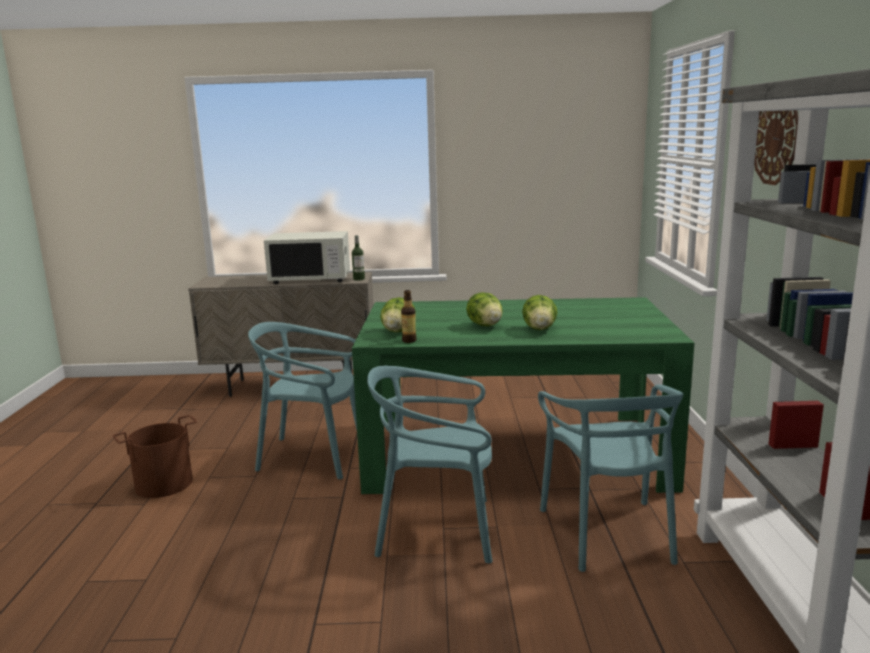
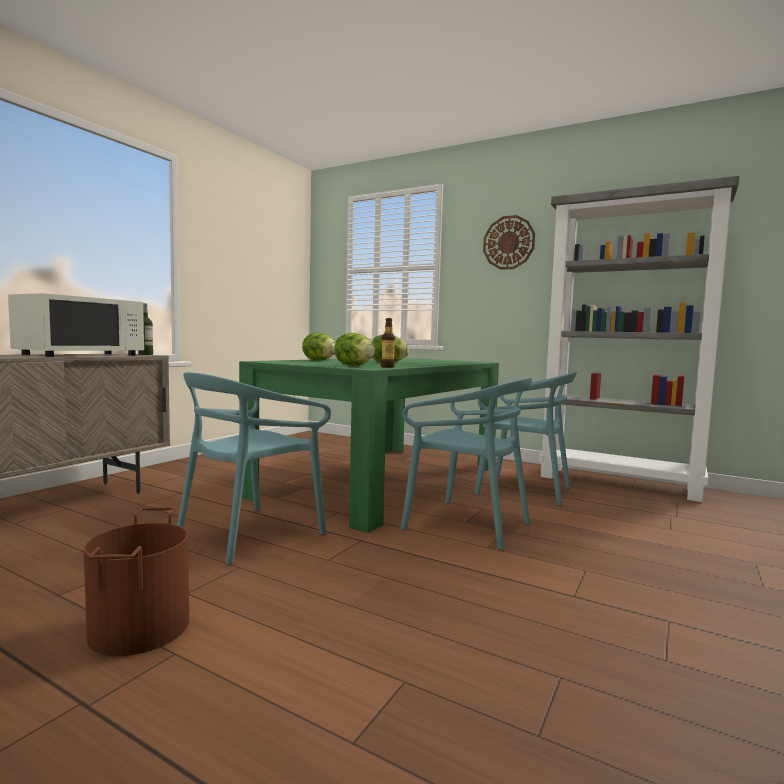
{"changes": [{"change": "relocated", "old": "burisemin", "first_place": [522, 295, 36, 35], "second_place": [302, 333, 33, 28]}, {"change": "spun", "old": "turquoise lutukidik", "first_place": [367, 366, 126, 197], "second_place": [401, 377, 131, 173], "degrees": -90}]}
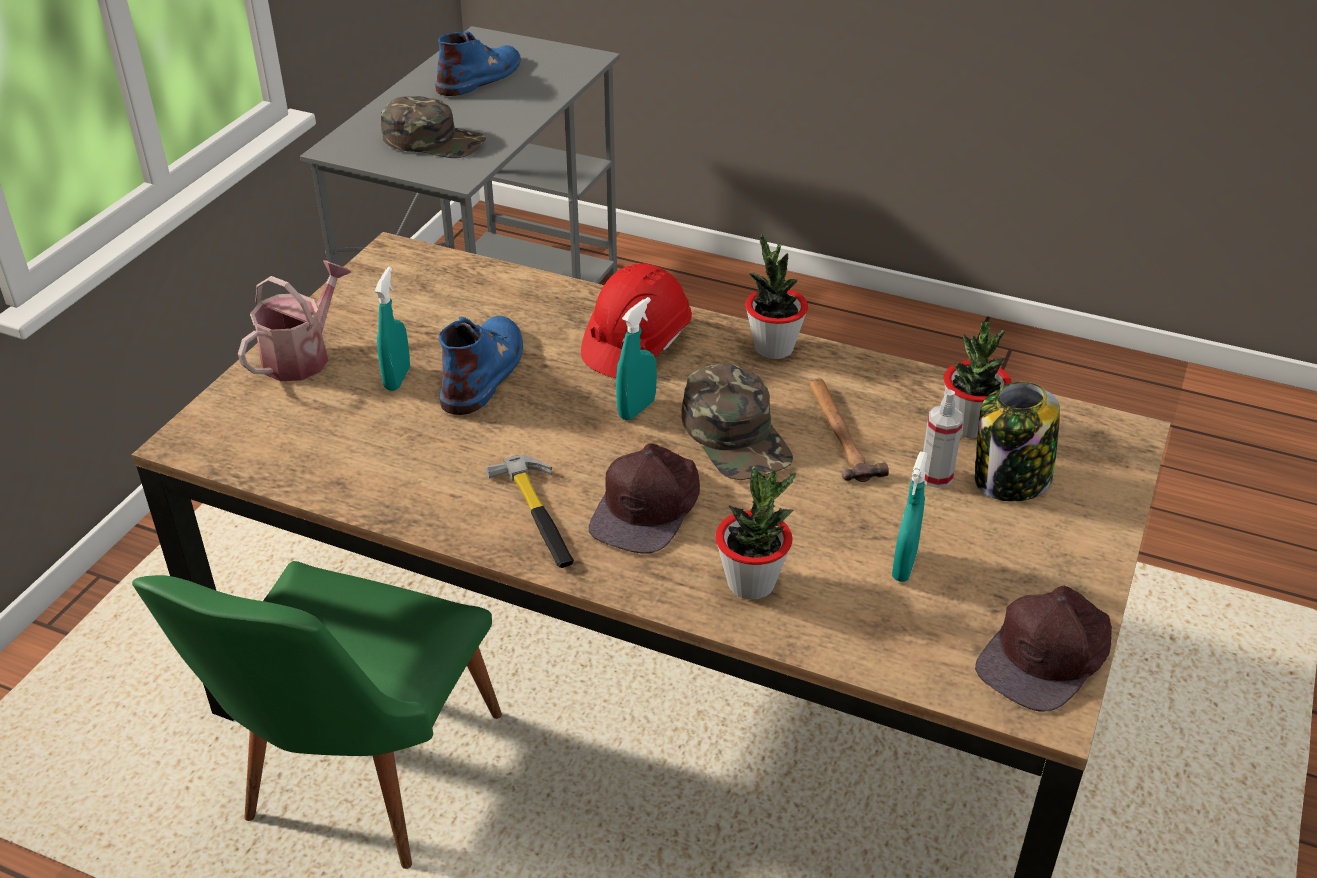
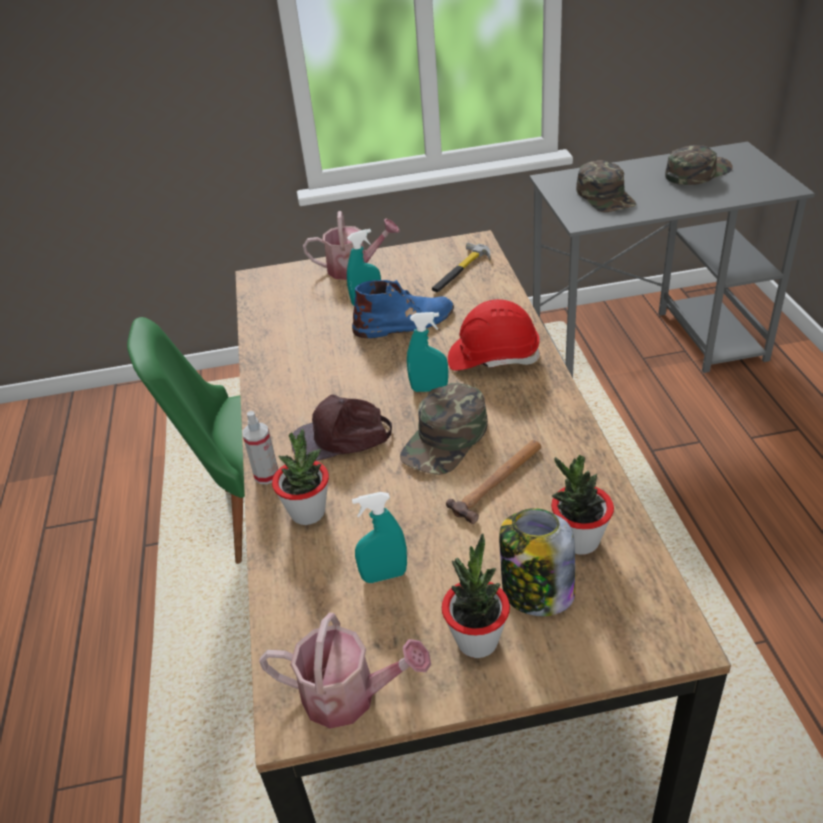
{"changes": [{"change": "relocated", "old": "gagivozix", "first_place": [485, 455, 89, 113], "second_place": [432, 243, 58, 49]}, {"change": "relocated", "old": "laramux", "first_place": [745, 234, 63, 125], "second_place": [442, 533, 68, 125]}, {"change": "relocated", "old": "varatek", "first_place": [923, 390, 40, 98], "second_place": [242, 411, 36, 73]}, {"change": "exchanged", "old": "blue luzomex", "new": "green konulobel", "first_place": [435, 31, 86, 65], "second_place": [665, 145, 68, 40]}, {"change": "exchanged", "old": "brown konulobel", "new": "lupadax", "first_place": [975, 586, 137, 126], "second_place": [259, 613, 172, 115]}]}
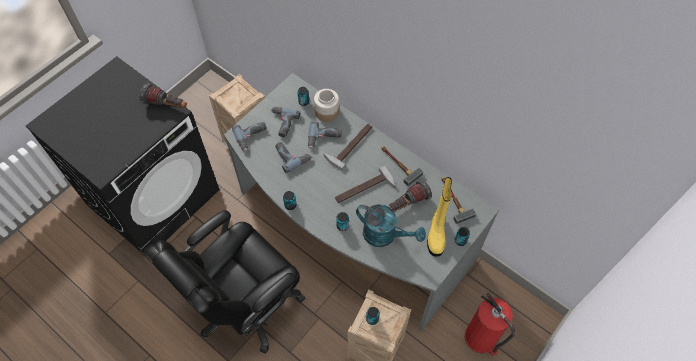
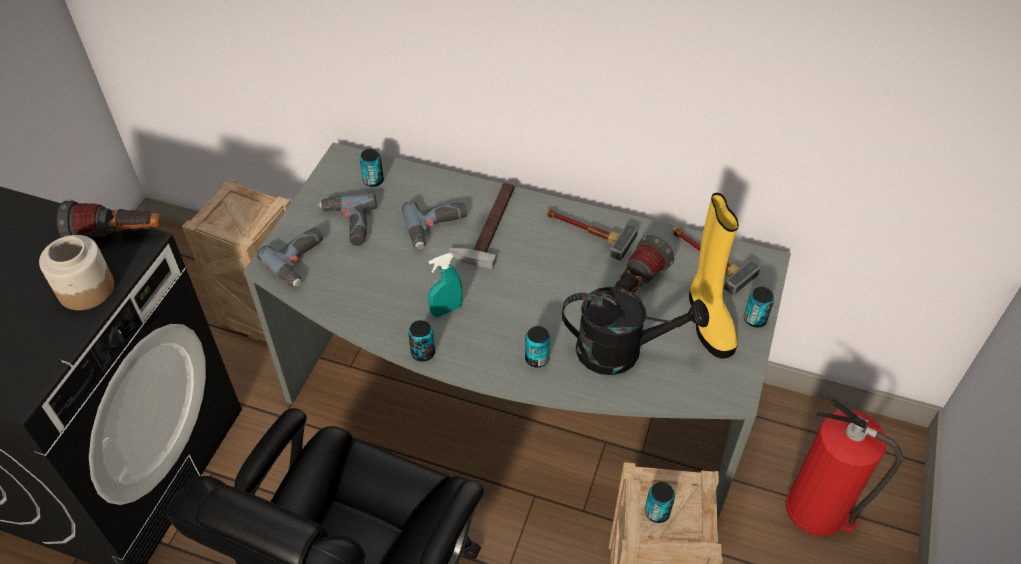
{"changes": [{"change": "missing", "old": "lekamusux", "first_place": [275, 142, 36, 31]}, {"change": "missing", "old": "gagivozix", "first_place": [335, 165, 61, 38]}, {"change": "appeared", "new": "turquoise varatek", "second_place": [428, 253, 34, 64]}, {"change": "relocated", "old": "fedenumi", "first_place": [314, 89, 25, 33], "second_place": [39, 235, 75, 75]}, {"change": "colour", "old": "turquoise lupadax", "new": "black lupadax", "first_place": [356, 204, 70, 43], "second_place": [562, 287, 147, 88]}]}
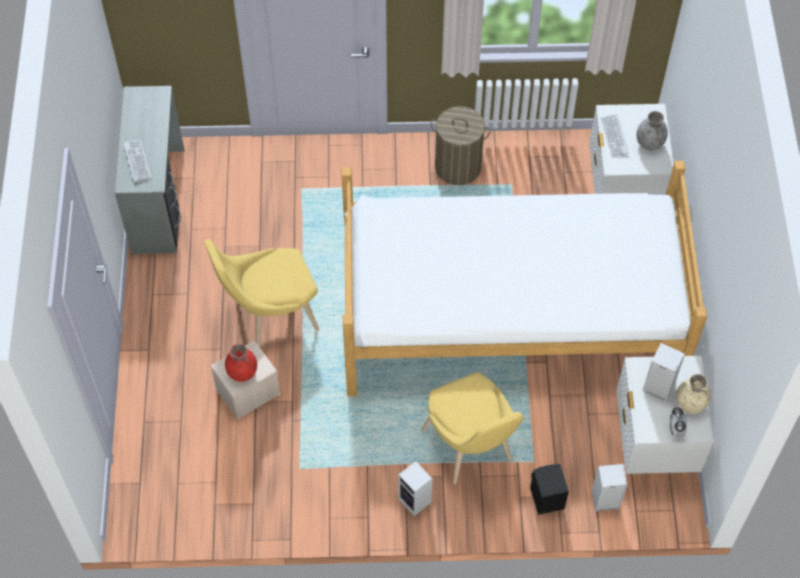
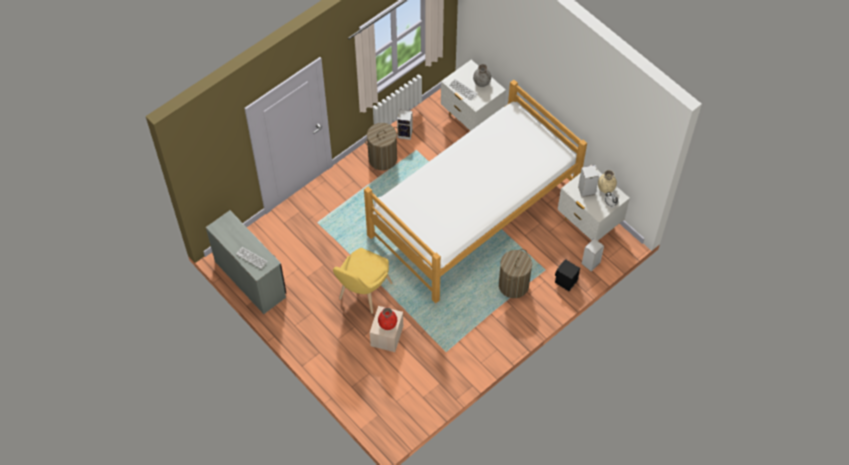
{"changes": [{"change": "relocated", "old": "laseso", "first_place": [398, 461, 34, 55], "second_place": [397, 109, 16, 31]}, {"change": "exchanged", "old": "yellow lutukidik", "new": "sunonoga", "first_place": [422, 372, 102, 112], "second_place": [499, 249, 33, 49]}]}
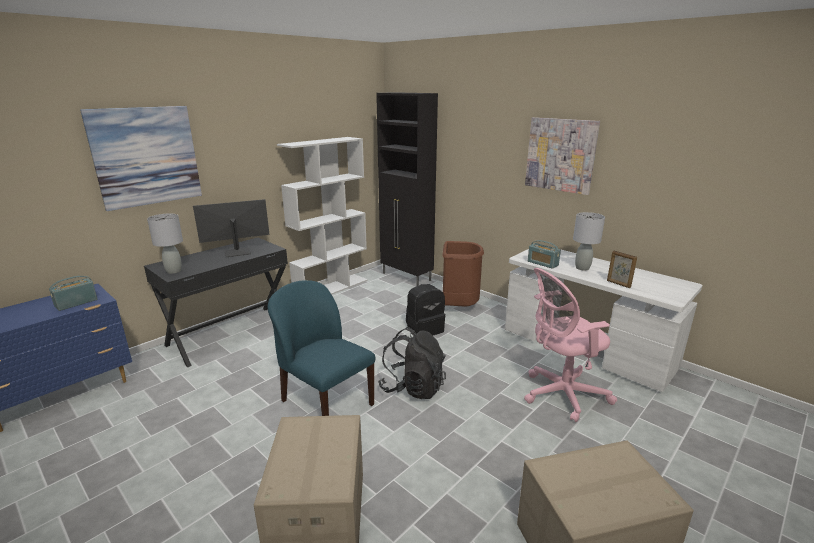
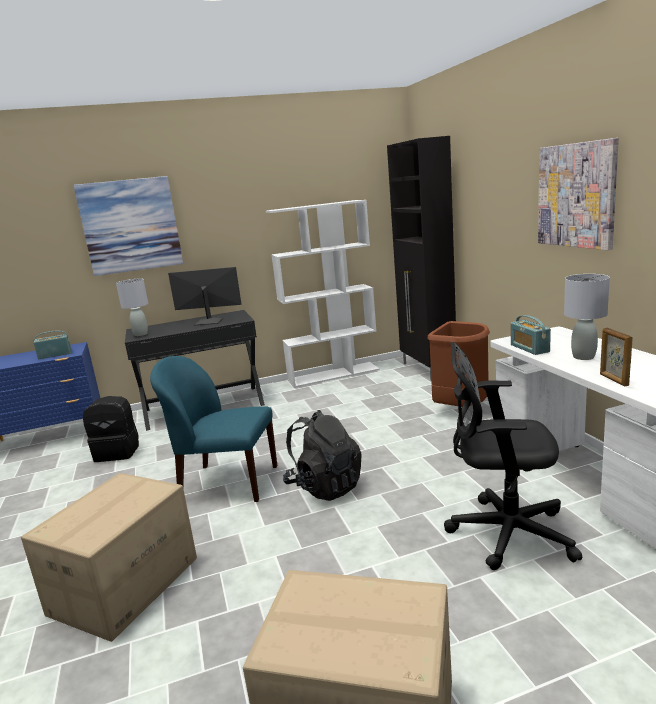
{"changes": [{"change": "relocated", "old": "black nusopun", "first_place": [406, 284, 40, 51], "second_place": [83, 396, 56, 66]}, {"change": "colour", "old": "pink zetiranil", "new": "black zetiranil", "first_place": [524, 268, 93, 154], "second_place": [444, 342, 138, 228]}, {"change": "spun", "old": "blue lutukidik", "first_place": [268, 280, 107, 136], "second_place": [150, 356, 127, 146], "degrees": -60}]}
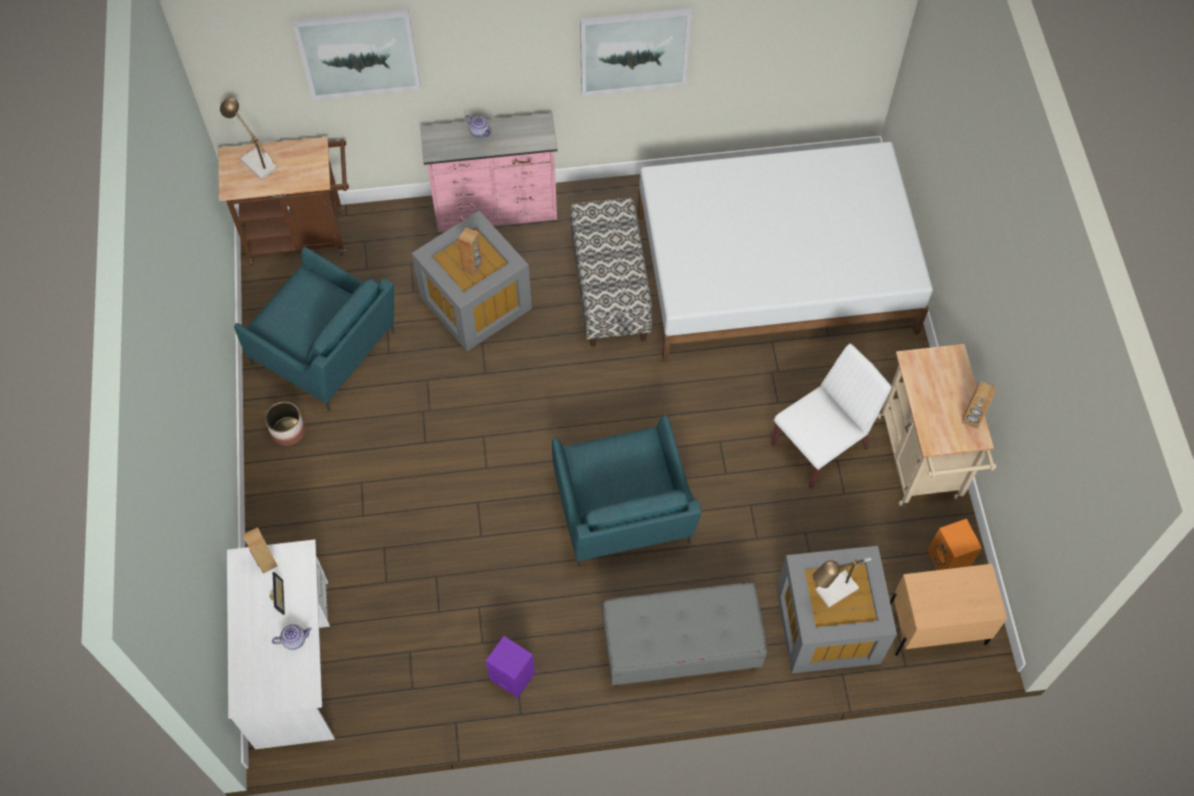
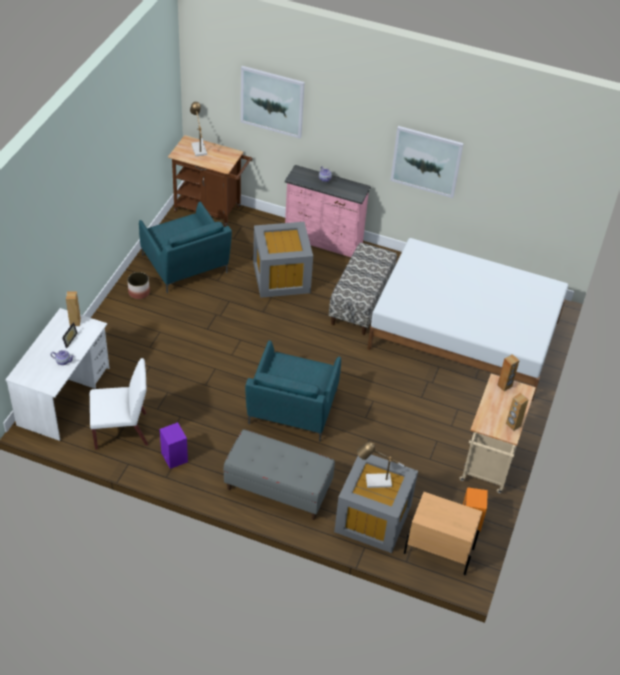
{"changes": [{"change": "relocated", "old": "brown laseso", "first_place": [458, 227, 24, 48], "second_place": [497, 354, 23, 37]}, {"change": "relocated", "old": "white lutukidik", "first_place": [771, 344, 121, 145], "second_place": [90, 358, 58, 92]}]}
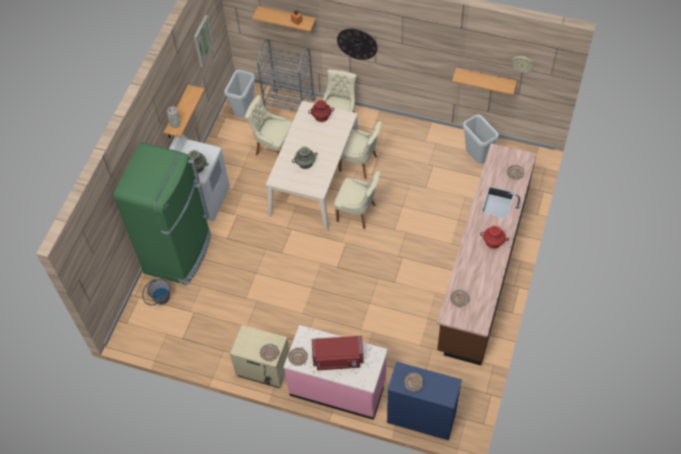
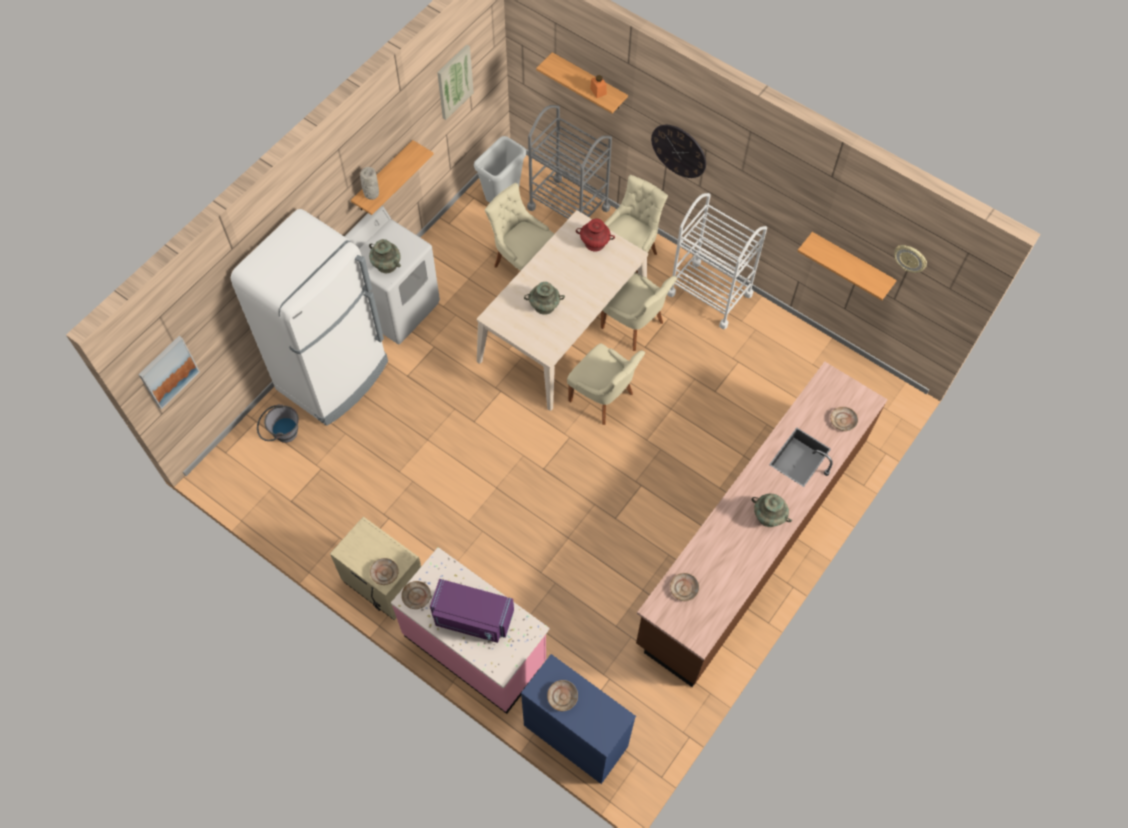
{"changes": [{"change": "missing", "old": "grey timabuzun", "first_place": [463, 114, 36, 49]}, {"change": "appeared", "new": "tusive", "second_place": [138, 336, 62, 74]}, {"change": "appeared", "new": "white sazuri", "second_place": [667, 193, 100, 136]}, {"change": "colour", "old": "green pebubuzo", "new": "white pebubuzo", "first_place": [114, 142, 97, 143], "second_place": [231, 209, 157, 217]}, {"change": "colour", "old": "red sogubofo", "new": "purple sogubofo", "first_place": [312, 336, 51, 34], "second_place": [430, 579, 84, 64]}, {"change": "colour", "old": "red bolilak", "new": "turquoise bolilak", "first_place": [480, 226, 29, 23], "second_place": [752, 493, 40, 34]}]}
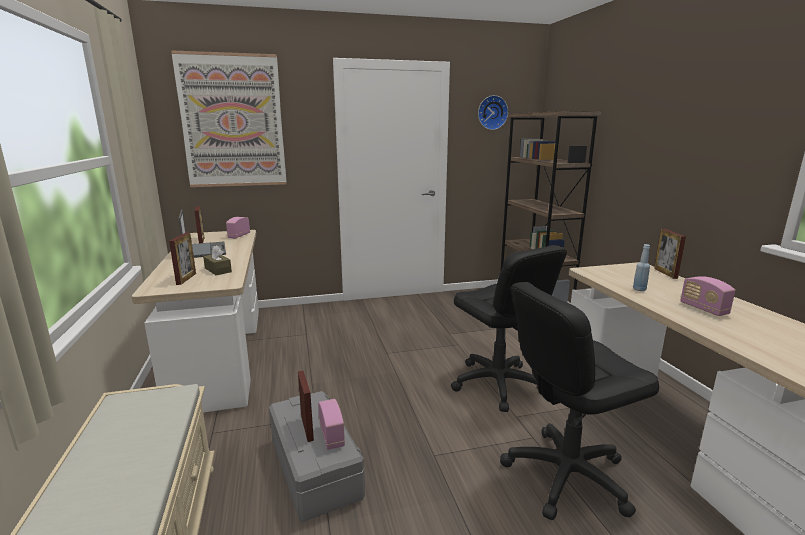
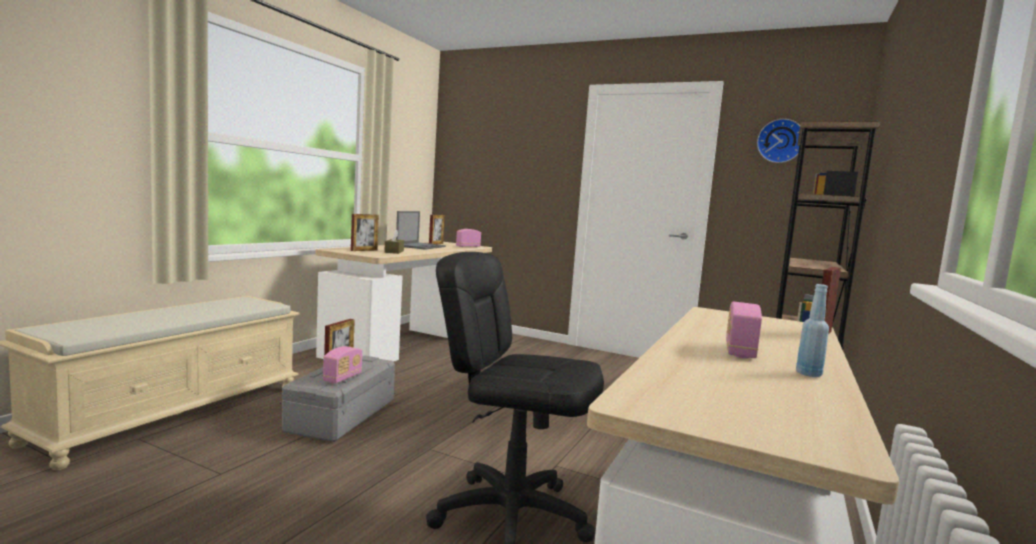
{"changes": [{"change": "missing", "old": "tusive", "first_place": [171, 50, 116, 137]}, {"change": "missing", "old": "black zetiranil", "first_place": [451, 245, 116, 167]}, {"change": "relocated", "old": "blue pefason", "first_place": [633, 244, 17, 47], "second_place": [796, 284, 33, 93]}]}
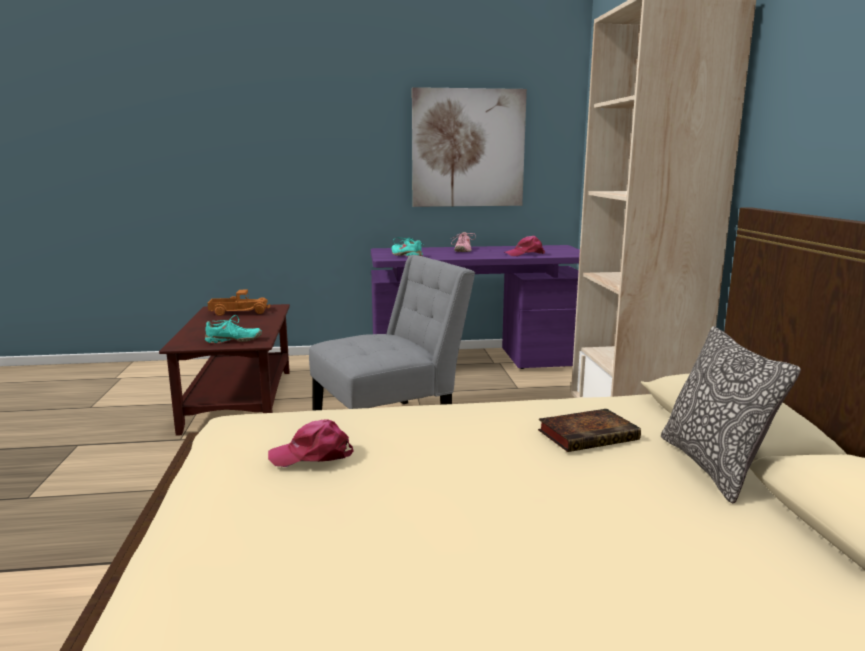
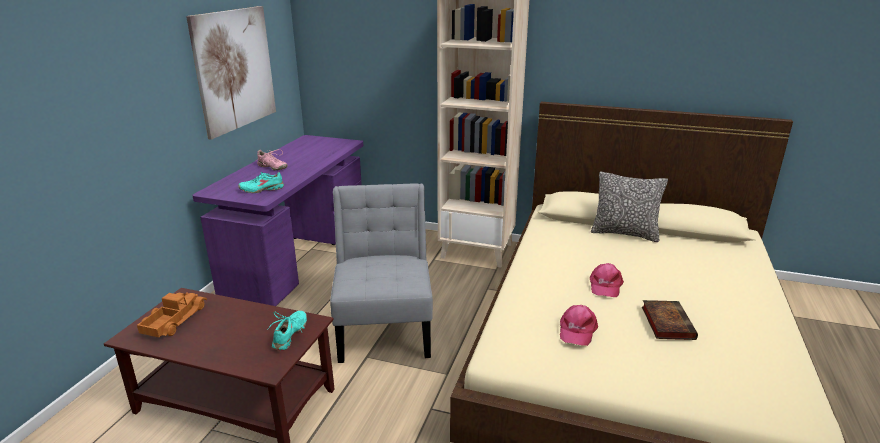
{"changes": [{"change": "relocated", "old": "pink konulobel", "first_place": [504, 236, 41, 20], "second_place": [590, 263, 34, 34]}, {"change": "relocated", "old": "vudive", "first_place": [538, 409, 103, 43], "second_place": [642, 300, 56, 40]}]}
